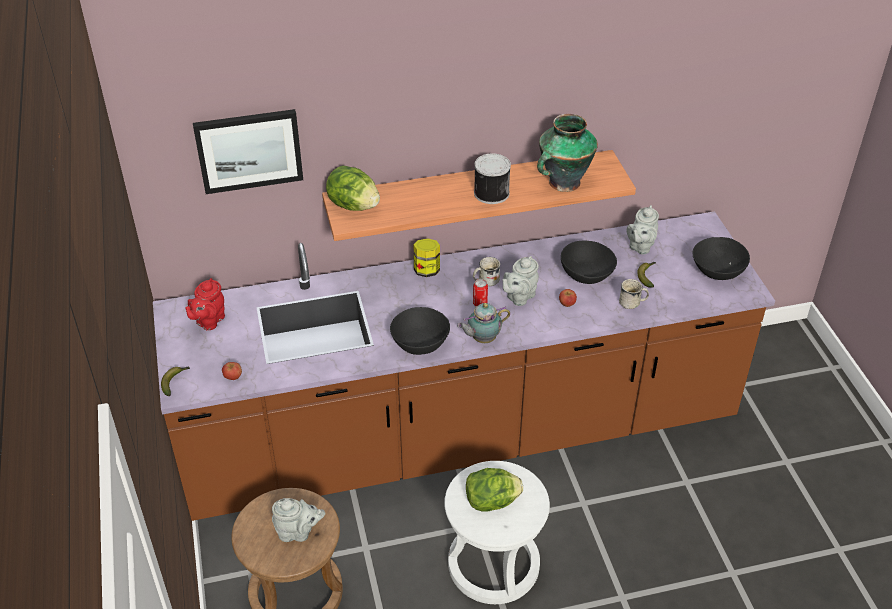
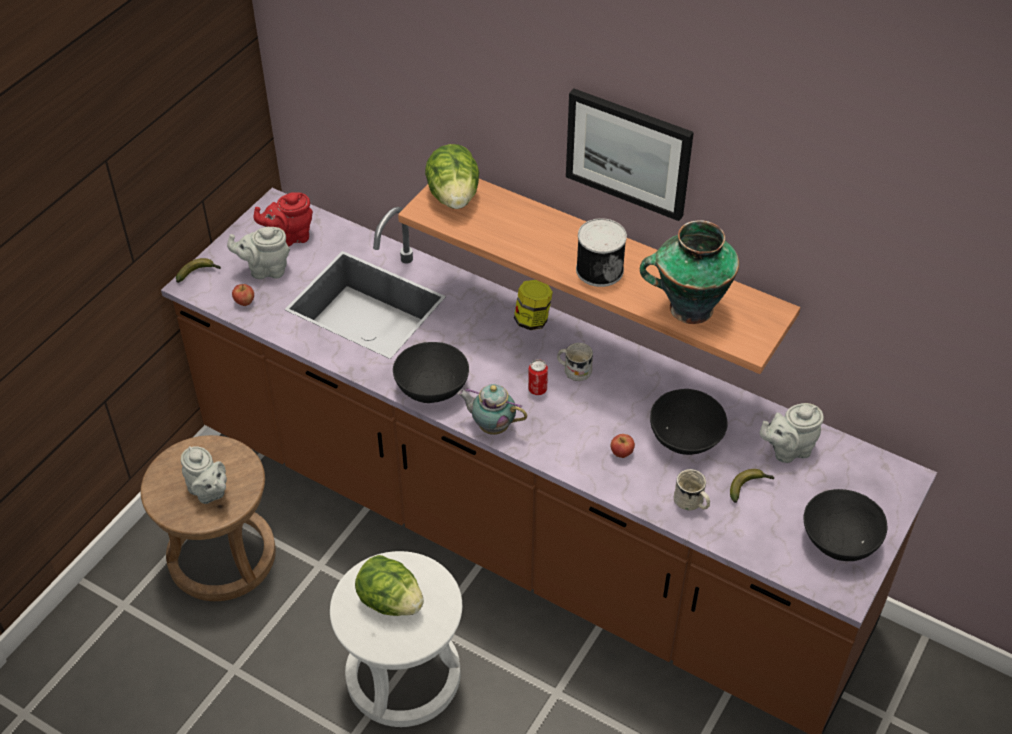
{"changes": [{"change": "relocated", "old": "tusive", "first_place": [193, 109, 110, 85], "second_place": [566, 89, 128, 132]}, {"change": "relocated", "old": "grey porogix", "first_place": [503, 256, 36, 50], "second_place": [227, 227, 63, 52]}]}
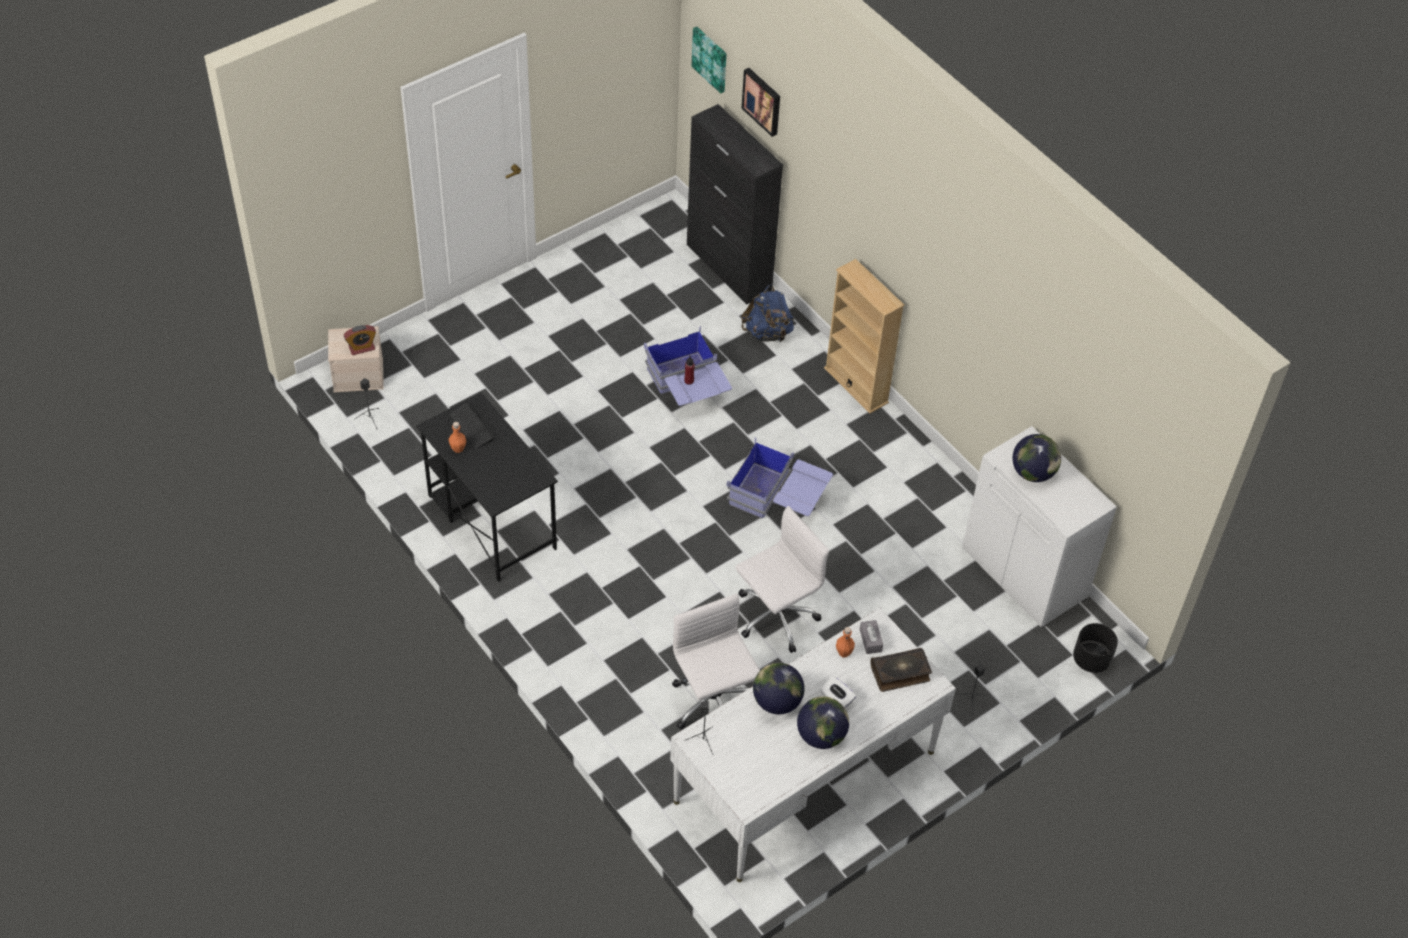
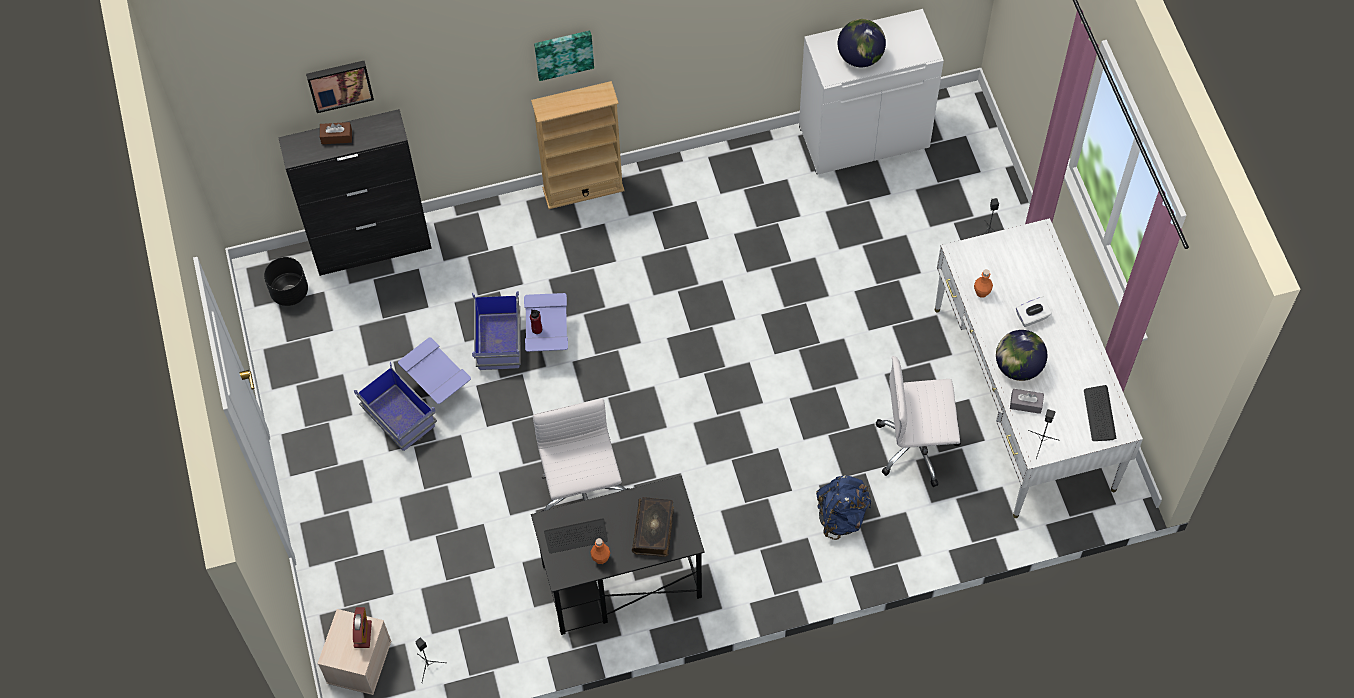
{"changes": [{"change": "missing", "old": "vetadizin", "first_place": [797, 696, 52, 53]}, {"change": "appeared", "new": "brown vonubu", "second_place": [320, 122, 32, 22]}, {"change": "appeared", "new": "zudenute", "second_place": [1084, 385, 32, 56]}, {"change": "relocated", "old": "tusive", "first_place": [692, 27, 35, 67], "second_place": [534, 30, 60, 51]}, {"change": "relocated", "old": "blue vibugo", "first_place": [727, 437, 106, 82], "second_place": [354, 337, 117, 114]}, {"change": "relocated", "old": "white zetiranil", "first_place": [735, 506, 94, 147], "second_place": [533, 398, 96, 114]}, {"change": "relocated", "old": "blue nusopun", "first_place": [741, 284, 53, 59], "second_place": [816, 475, 55, 65]}, {"change": "relocated", "old": "grey vonubu", "first_place": [860, 620, 23, 34], "second_place": [1010, 389, 34, 25]}, {"change": "relocated", "old": "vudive", "first_place": [870, 648, 62, 44], "second_place": [632, 497, 42, 60]}, {"change": "relocated", "old": "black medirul", "first_place": [1073, 623, 45, 50], "second_place": [264, 257, 44, 49]}]}
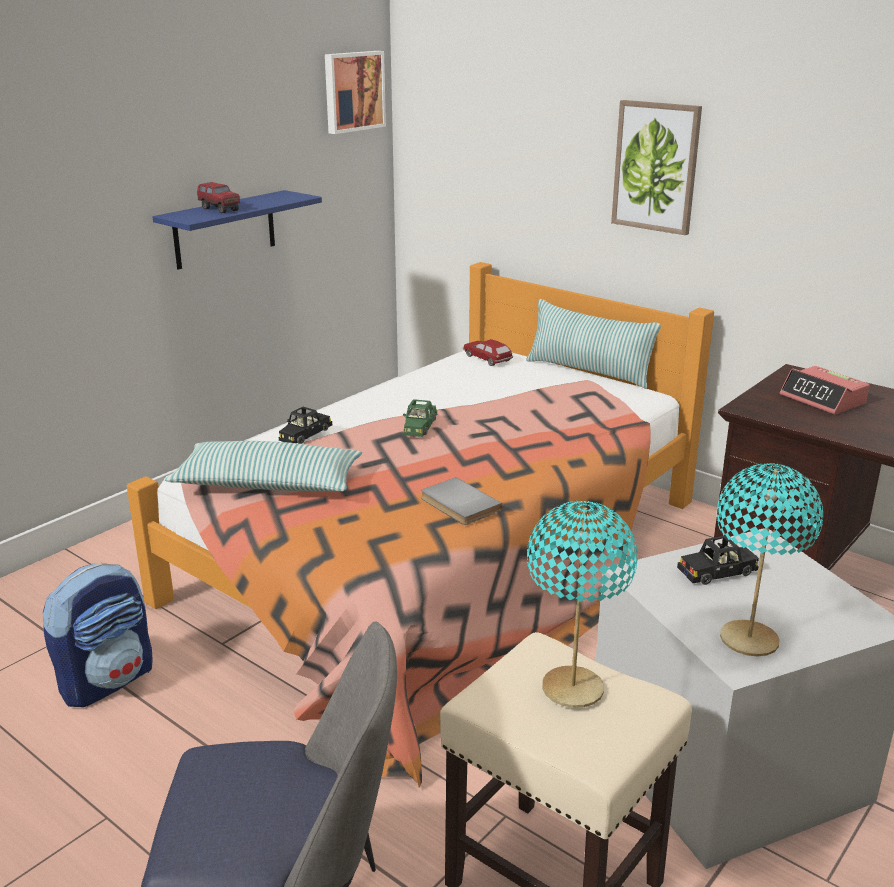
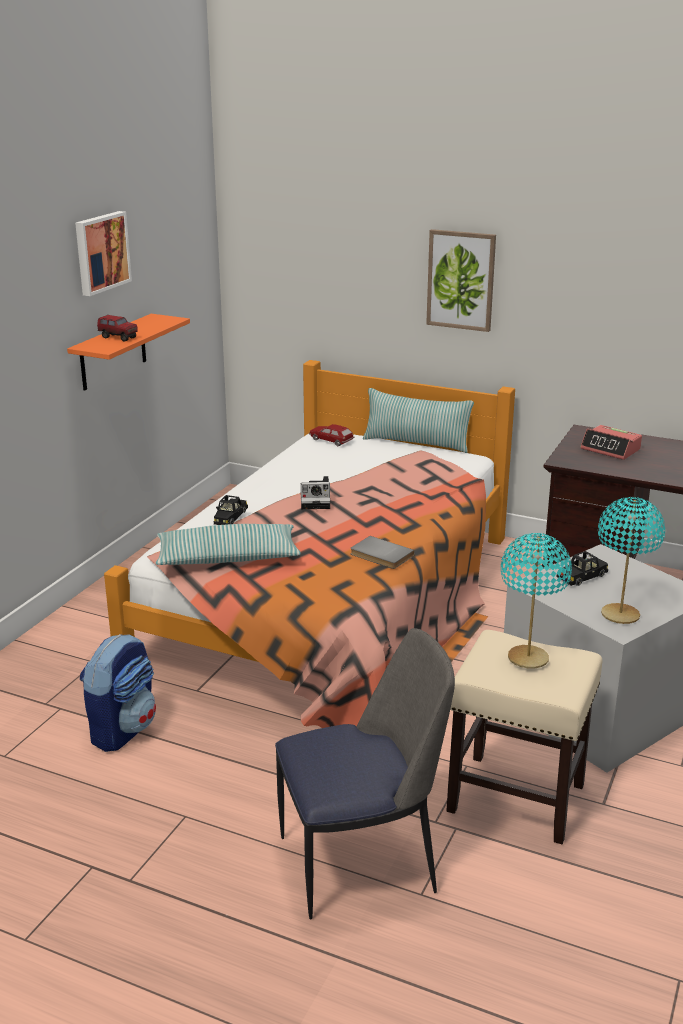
{"changes": [{"change": "relocated", "old": "tusive", "first_place": [325, 51, 61, 83], "second_place": [75, 211, 57, 85]}, {"change": "exchanged", "old": "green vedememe", "new": "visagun", "first_place": [403, 399, 34, 38], "second_place": [301, 476, 29, 33]}, {"change": "colour", "old": "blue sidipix", "new": "orange sidipix", "first_place": [153, 190, 169, 80], "second_place": [67, 314, 123, 77]}]}
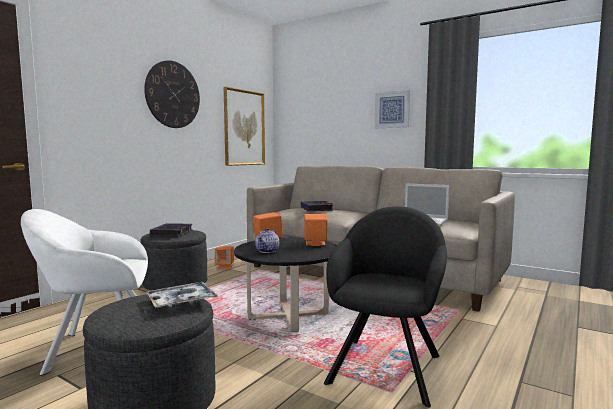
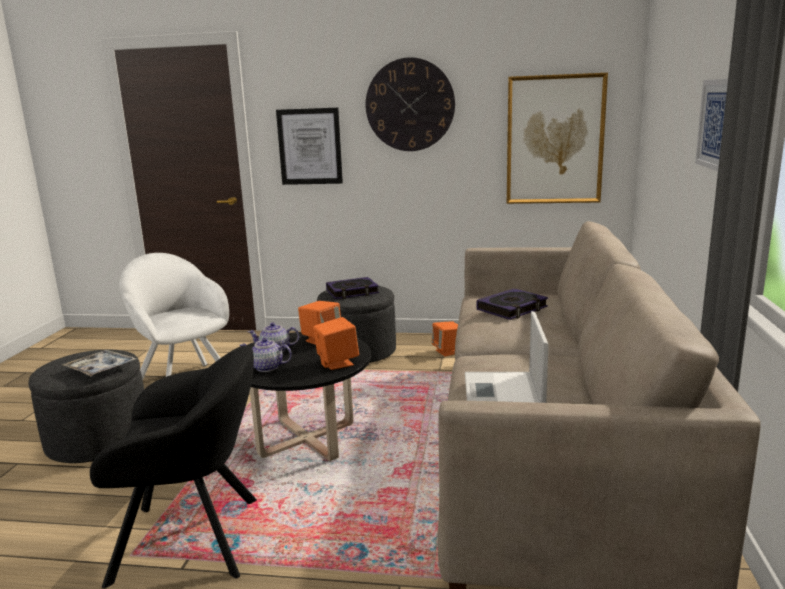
{"changes": [{"change": "appeared", "new": "porogix", "second_place": [240, 338, 52, 34]}, {"change": "appeared", "new": "tusive", "second_place": [276, 108, 67, 77]}]}
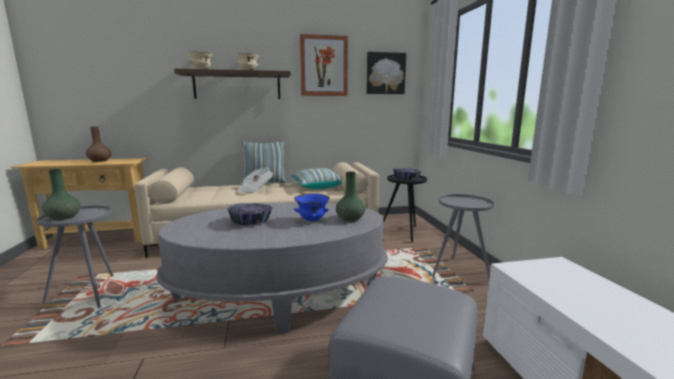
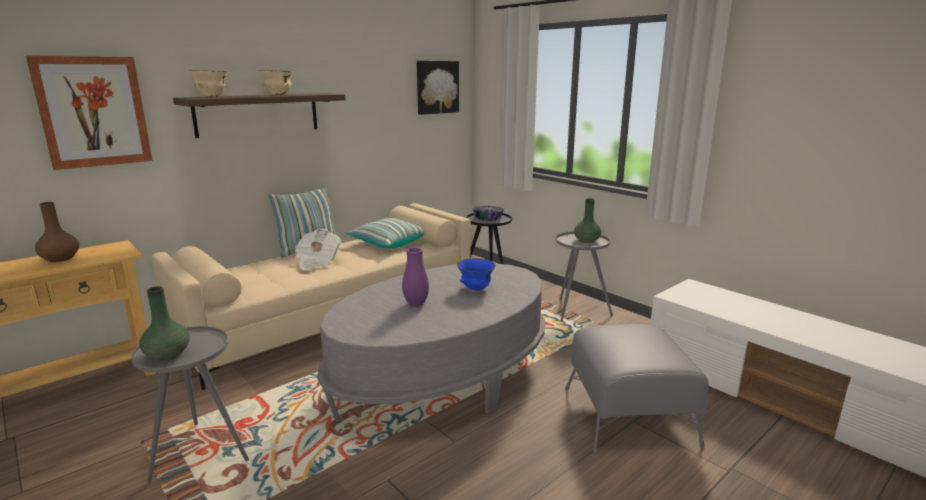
{"changes": [{"change": "relocated", "old": "tusive", "first_place": [300, 34, 48, 62], "second_place": [26, 56, 127, 114]}, {"change": "relocated", "old": "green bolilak", "first_place": [336, 171, 29, 51], "second_place": [574, 198, 27, 45]}, {"change": "exchanged", "old": "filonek", "new": "purple bolilak", "first_place": [227, 203, 46, 22], "second_place": [402, 248, 27, 58]}]}
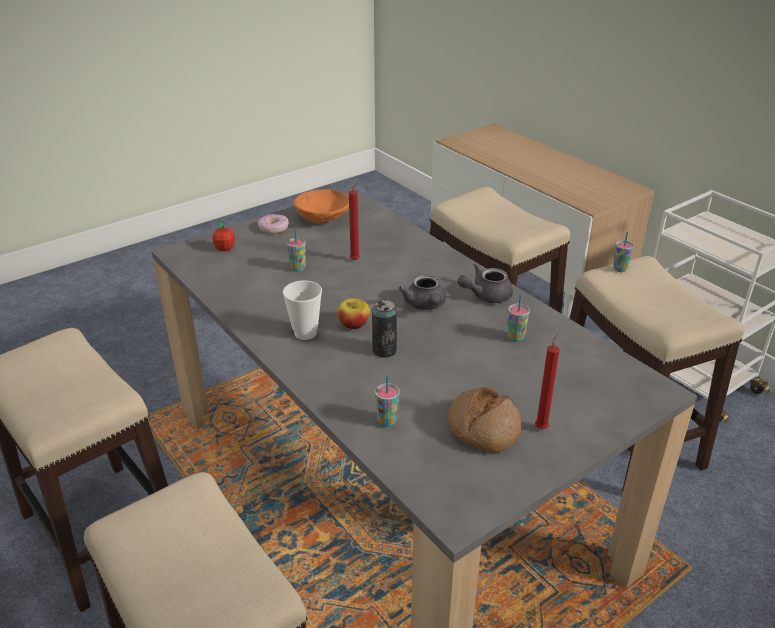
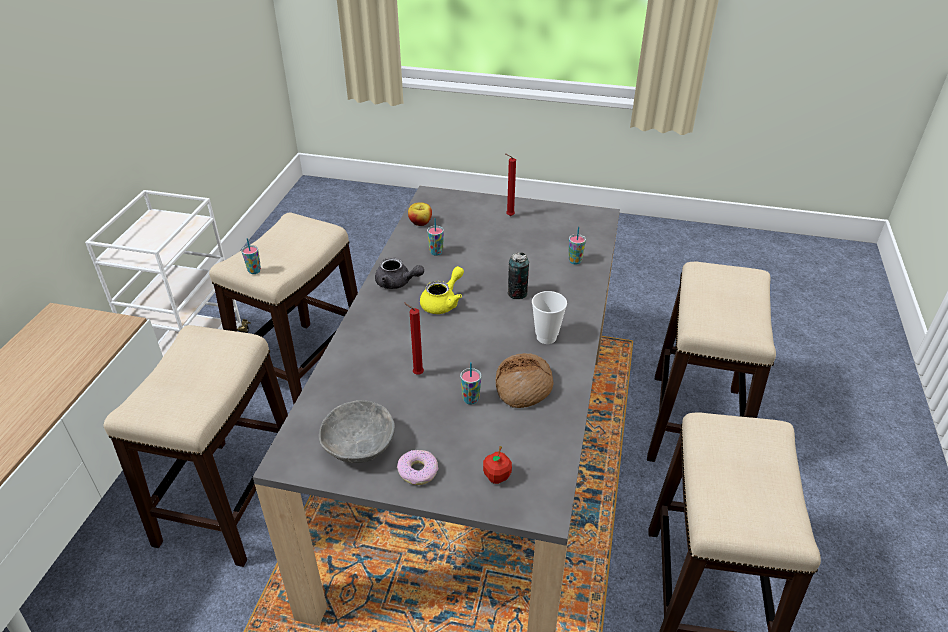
{"changes": [{"change": "relocated", "old": "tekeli", "first_place": [337, 298, 33, 31], "second_place": [408, 202, 24, 24]}, {"change": "relocated", "old": "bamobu", "first_place": [448, 387, 73, 65], "second_place": [495, 353, 59, 55]}, {"change": "colour", "old": "orange filonek", "new": "grey filonek", "first_place": [293, 189, 56, 34], "second_place": [319, 400, 76, 63]}, {"change": "colour", "old": "grey porogix", "new": "yellow porogix", "first_place": [399, 275, 47, 35], "second_place": [420, 266, 44, 48]}]}
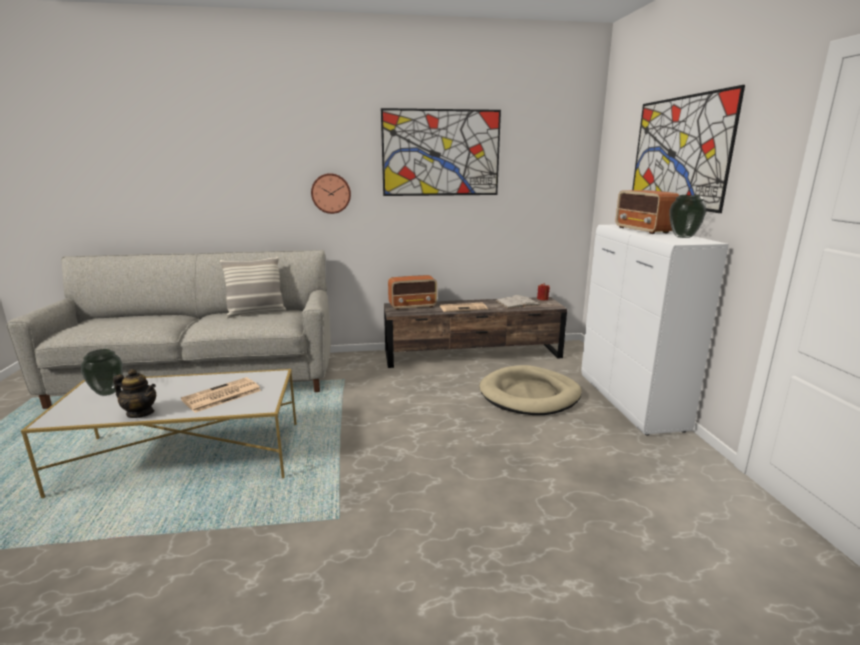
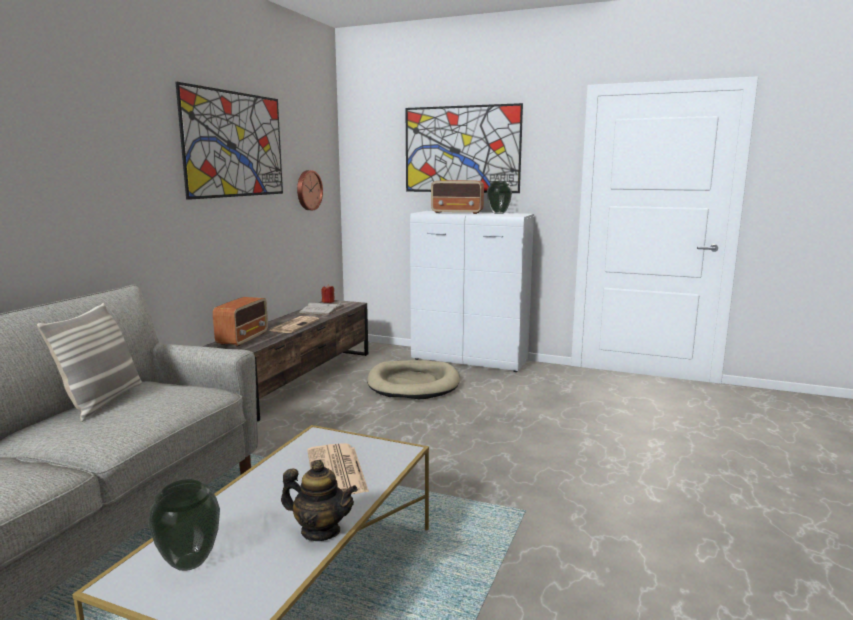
{"changes": [{"change": "relocated", "old": "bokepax", "first_place": [311, 173, 40, 41], "second_place": [297, 170, 26, 40]}, {"change": "spun", "old": "porogix", "first_place": [113, 369, 43, 49], "second_place": [281, 460, 77, 81], "degrees": 60}]}
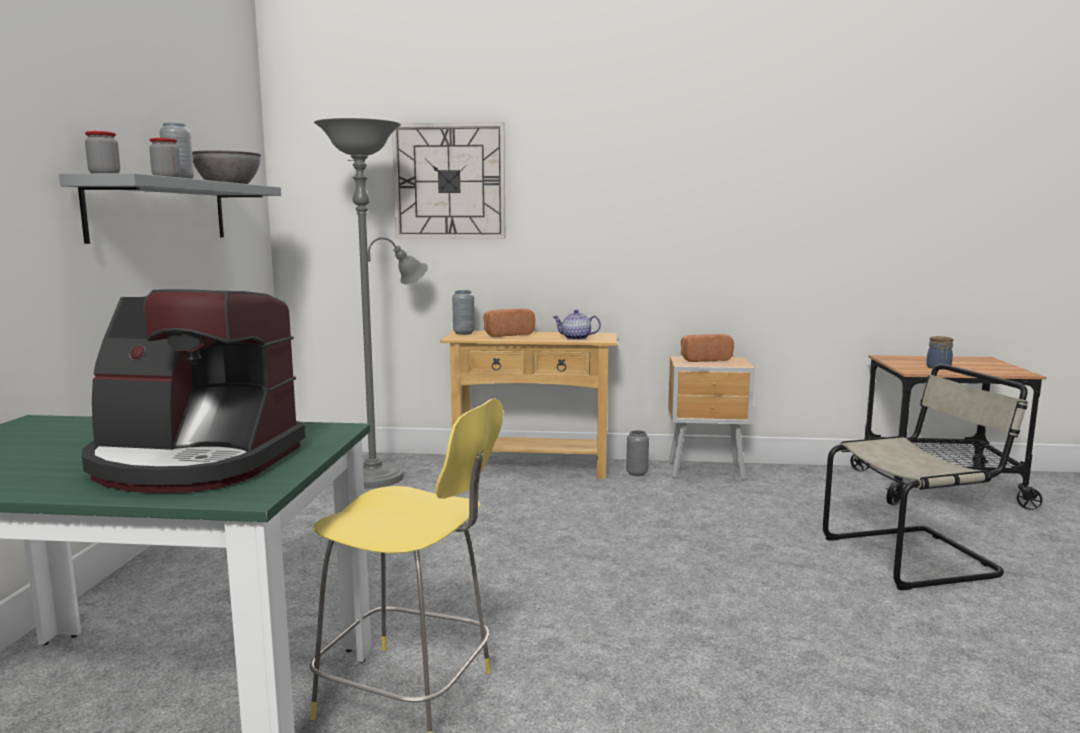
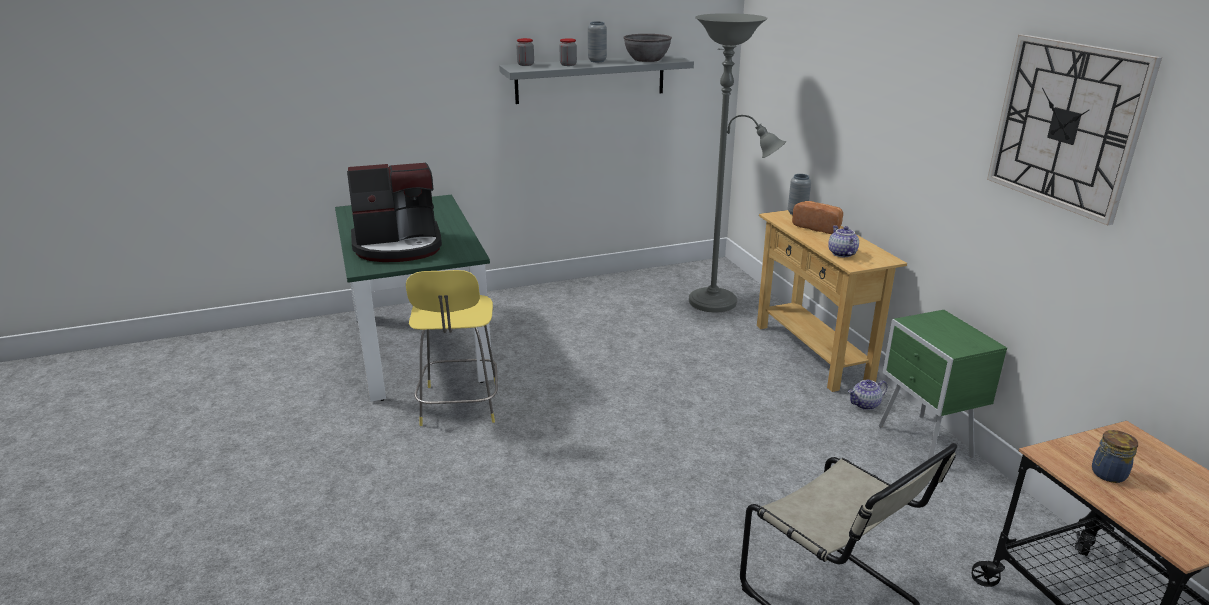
{"changes": [{"change": "missing", "old": "bamobu", "first_place": [681, 334, 53, 28]}, {"change": "relocated", "old": "bokepax", "first_place": [392, 122, 113, 116], "second_place": [987, 34, 175, 191]}, {"change": "exchanged", "old": "grey bolilak", "new": "porogix", "first_place": [626, 430, 23, 46], "second_place": [848, 379, 39, 31]}, {"change": "colour", "old": "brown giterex", "new": "green giterex", "first_place": [668, 356, 87, 125], "second_place": [878, 310, 129, 150]}, {"change": "spun", "old": "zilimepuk", "first_place": [82, 289, 223, 204], "second_place": [347, 162, 95, 100], "degrees": -90}]}
